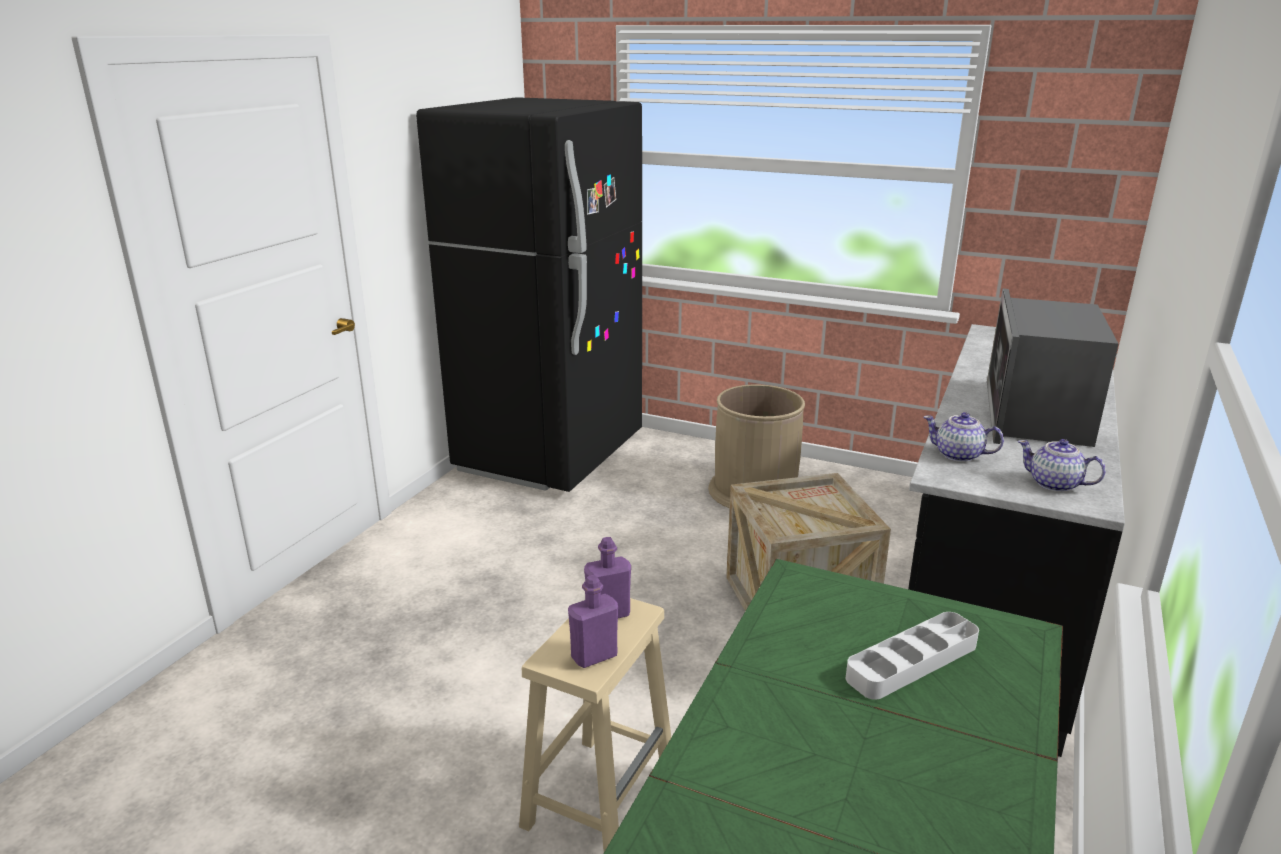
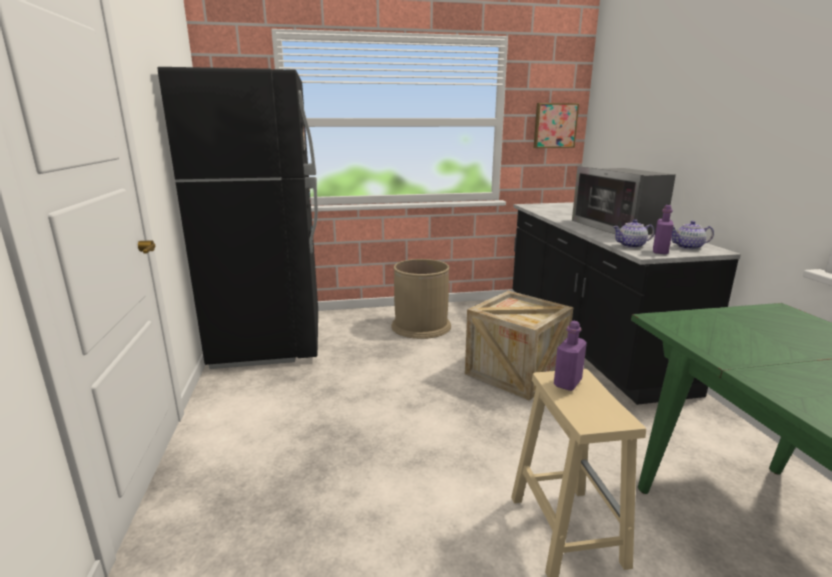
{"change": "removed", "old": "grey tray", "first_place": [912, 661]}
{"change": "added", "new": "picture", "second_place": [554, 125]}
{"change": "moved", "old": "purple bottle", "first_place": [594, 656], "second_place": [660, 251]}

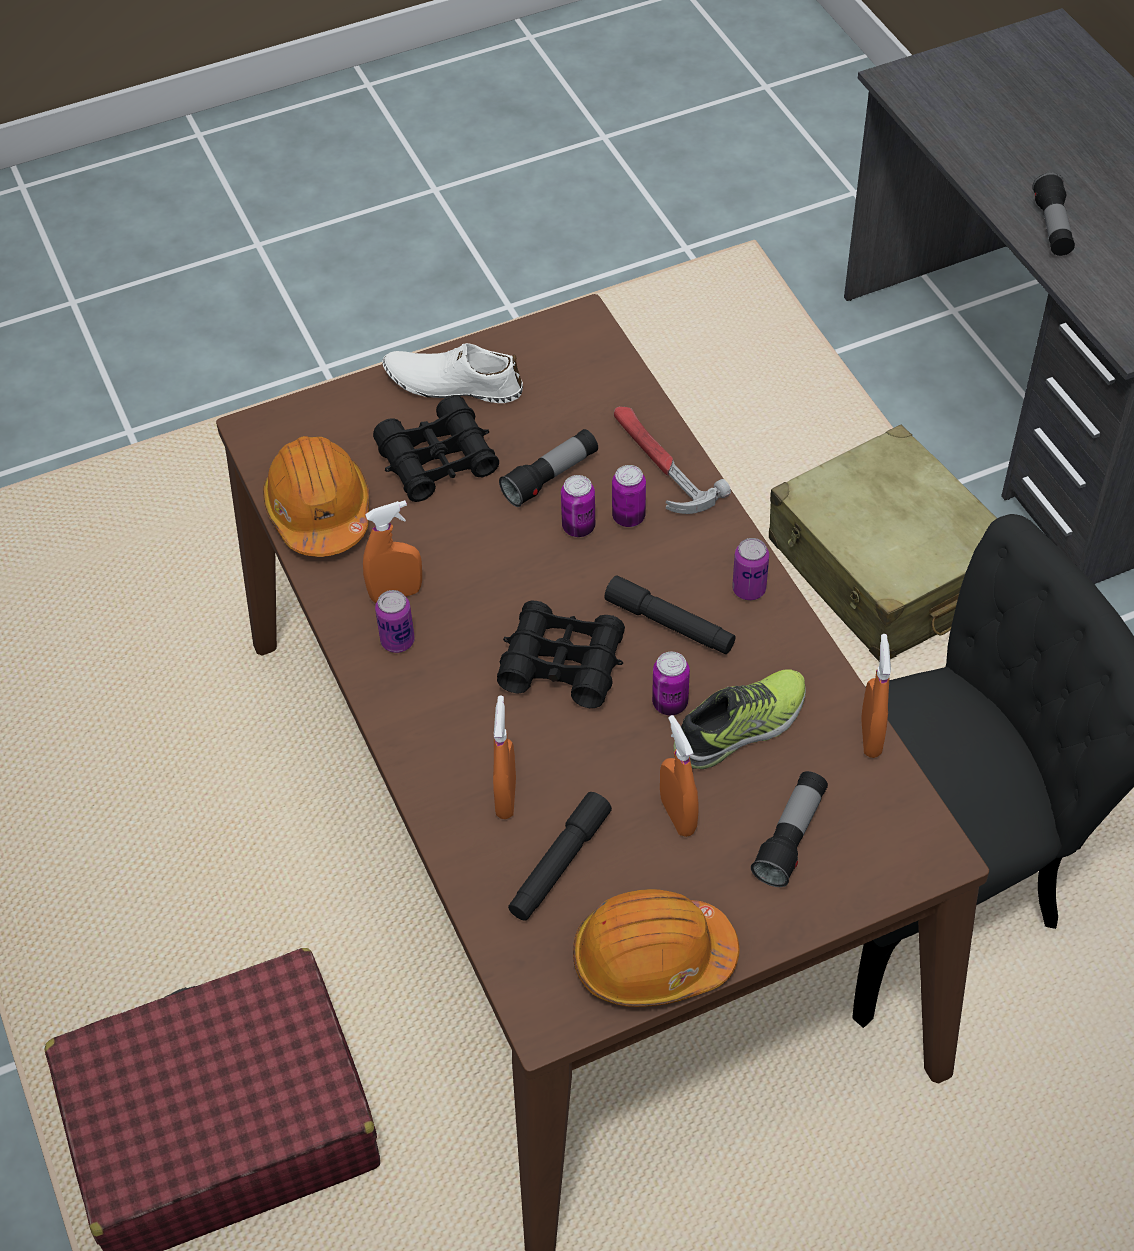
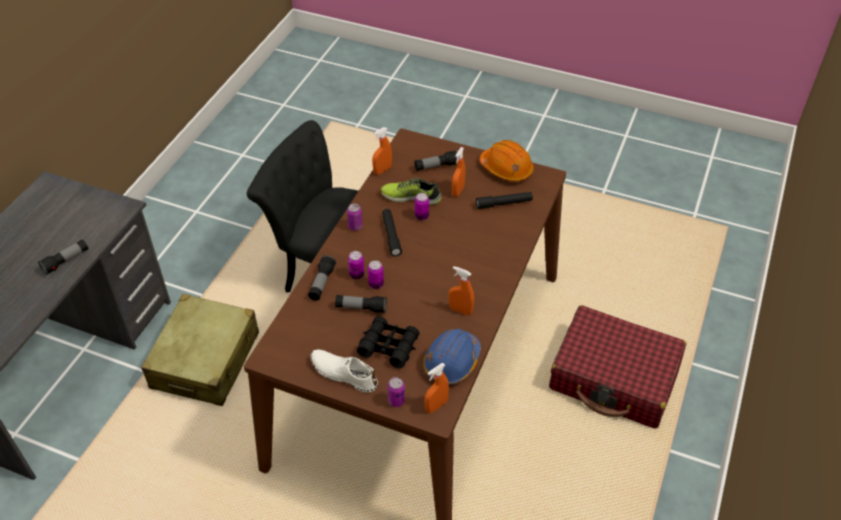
{"change": "removed", "old": "black binoculars", "first_place": [562, 664]}
{"change": "moved", "old": "can", "first_place": [397, 641], "second_place": [396, 401]}
{"change": "moved", "old": "orange spray bottle", "first_place": [506, 797], "second_place": [436, 406]}
{"change": "replaced", "old": "hammer", "new": "flashlight", "first_place": [659, 463], "second_place": [321, 283]}
{"change": "recoloured", "old": "orange hard hat", "new": "blue hard hat", "first_place": [319, 511], "second_place": [452, 362]}
{"change": "turned", "old": "white shoe", "first_place": [453, 383], "second_place": [344, 373], "degrees": 150}

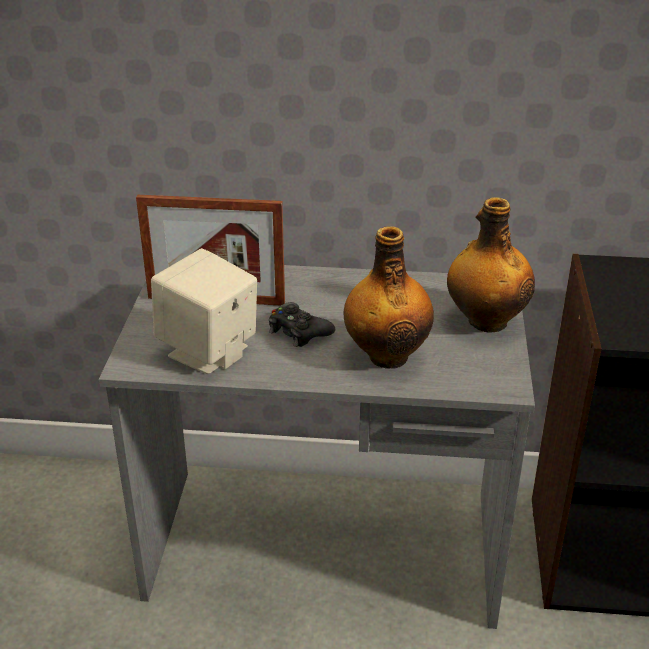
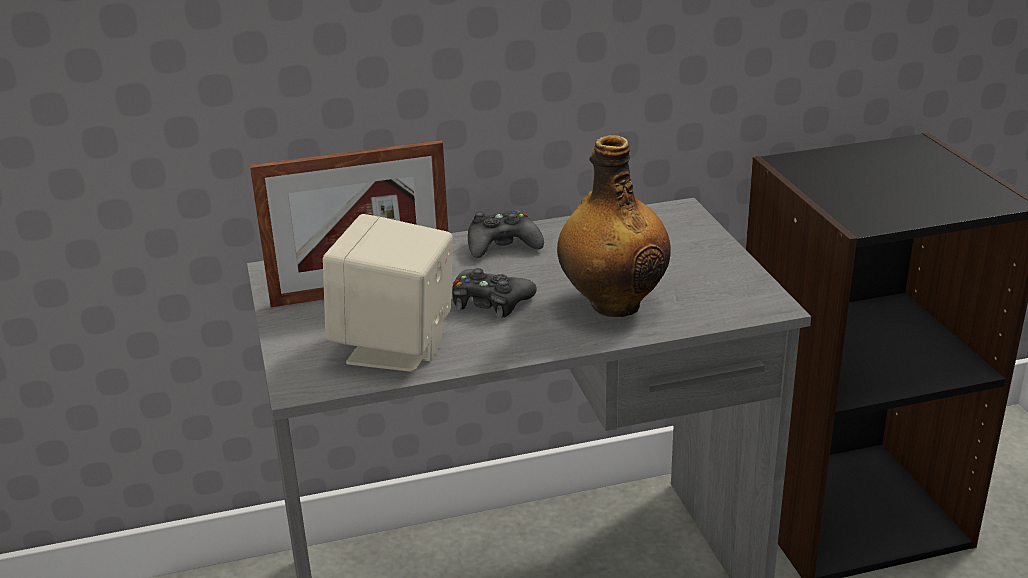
{"change": "removed", "old": "bottle", "first_place": [485, 321]}
{"change": "added", "new": "black game controller", "second_place": [502, 245]}

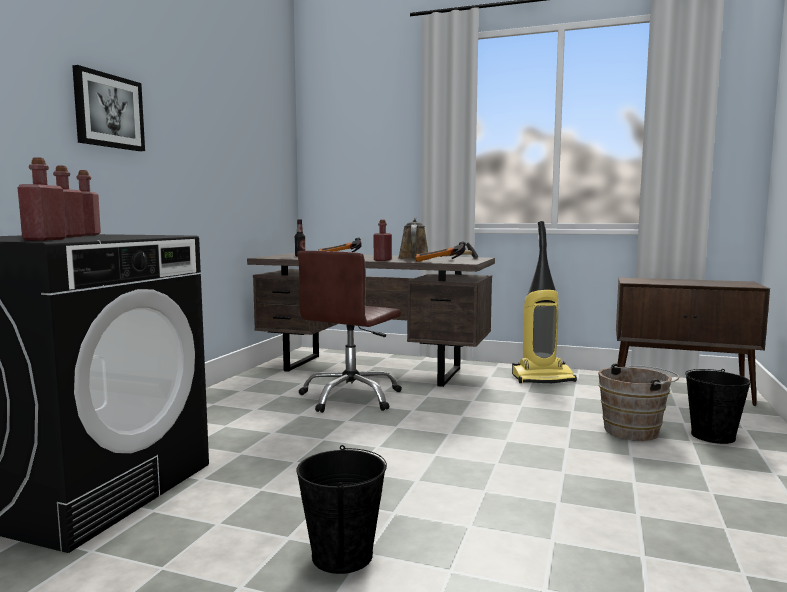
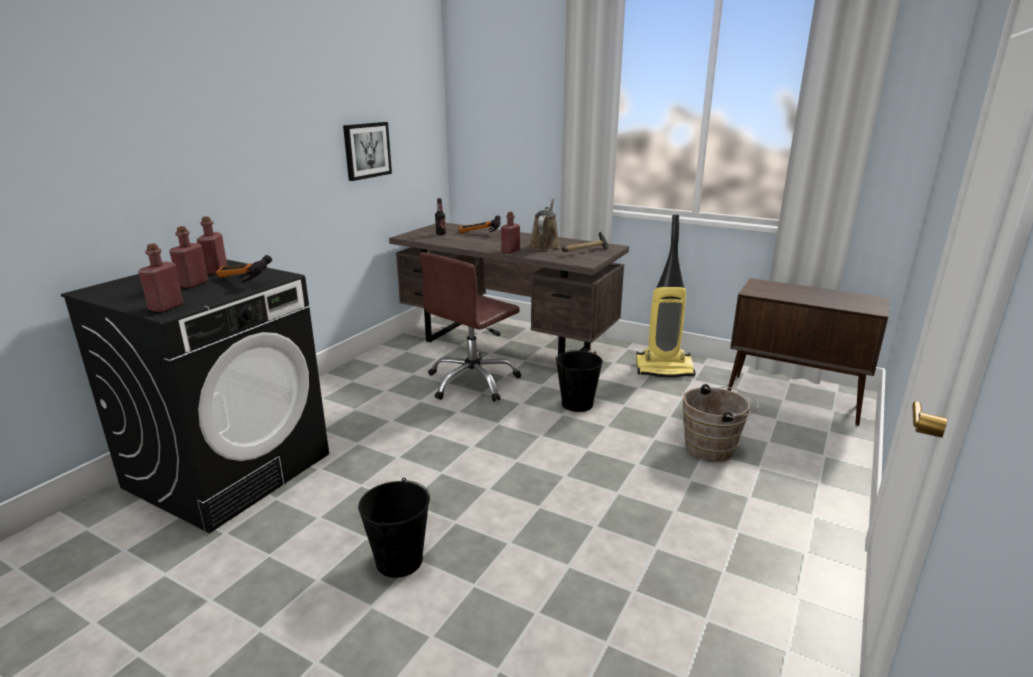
{"change": "moved", "old": "picture", "first_place": [108, 111], "second_place": [366, 150]}
{"change": "moved", "old": "hammer", "first_place": [439, 262], "second_place": [239, 282]}
{"change": "moved", "old": "black bucket", "first_place": [713, 436], "second_place": [577, 404]}

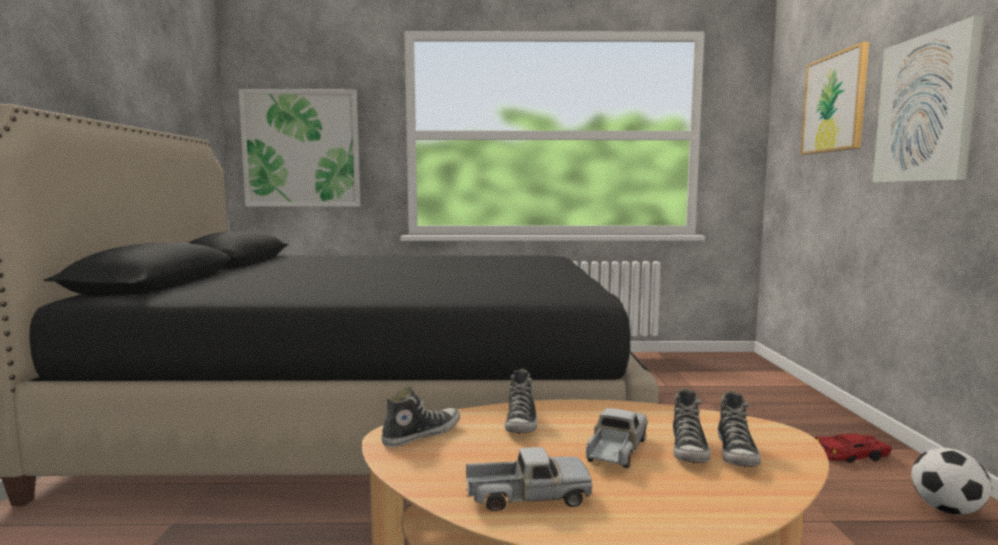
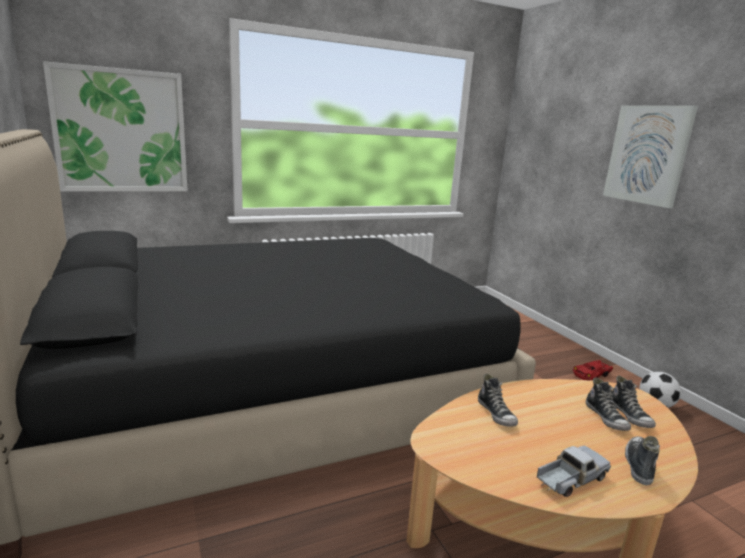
{"change": "removed", "old": "toy truck", "first_place": [615, 450]}
{"change": "removed", "old": "picture", "first_place": [834, 103]}
{"change": "moved", "old": "shoe", "first_place": [421, 434], "second_place": [638, 464]}

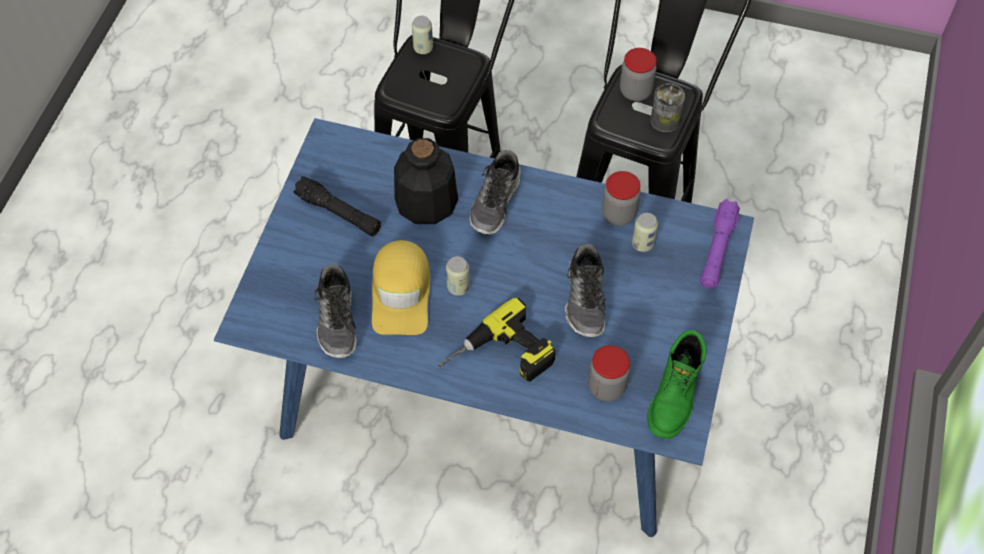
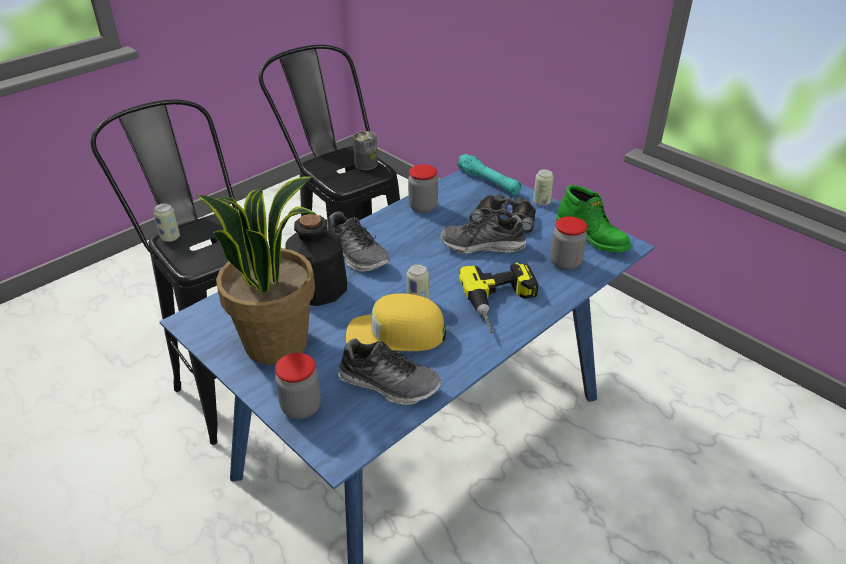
{"change": "added", "new": "black binoculars", "second_place": [504, 218]}
{"change": "moved", "old": "jar", "first_place": [635, 91], "second_place": [301, 407]}
{"change": "moved", "old": "can", "first_place": [642, 244], "second_place": [541, 202]}
{"change": "replaced", "old": "black flashlight", "new": "potted plant", "first_place": [339, 213], "second_place": [277, 342]}
{"change": "recoloured", "old": "purple flashlight", "new": "turquoise flashlight", "first_place": [717, 250], "second_place": [488, 182]}
{"change": "turned", "old": "yellow cap", "first_place": [401, 293], "second_place": [395, 334], "degrees": 150}
{"change": "turned", "old": "shoe", "first_place": [586, 299], "second_place": [482, 245], "degrees": 150}

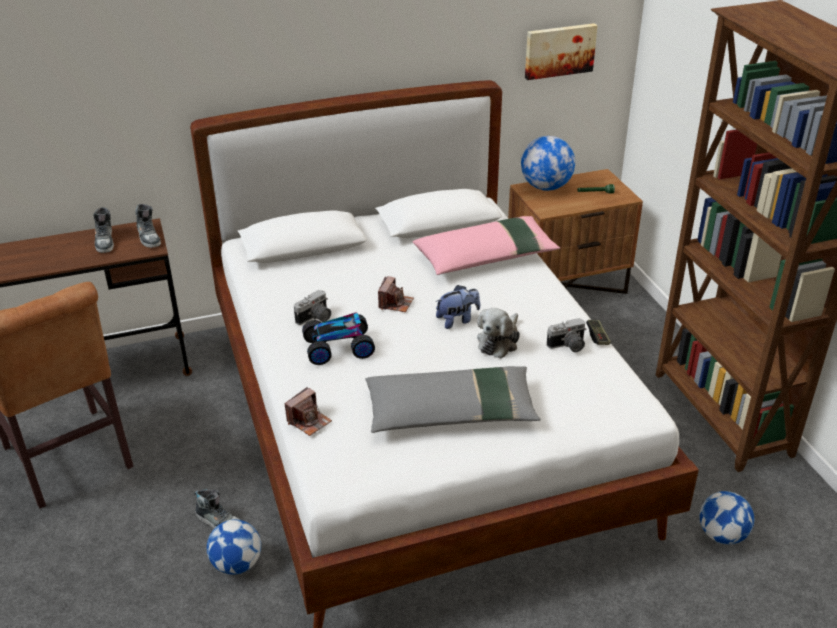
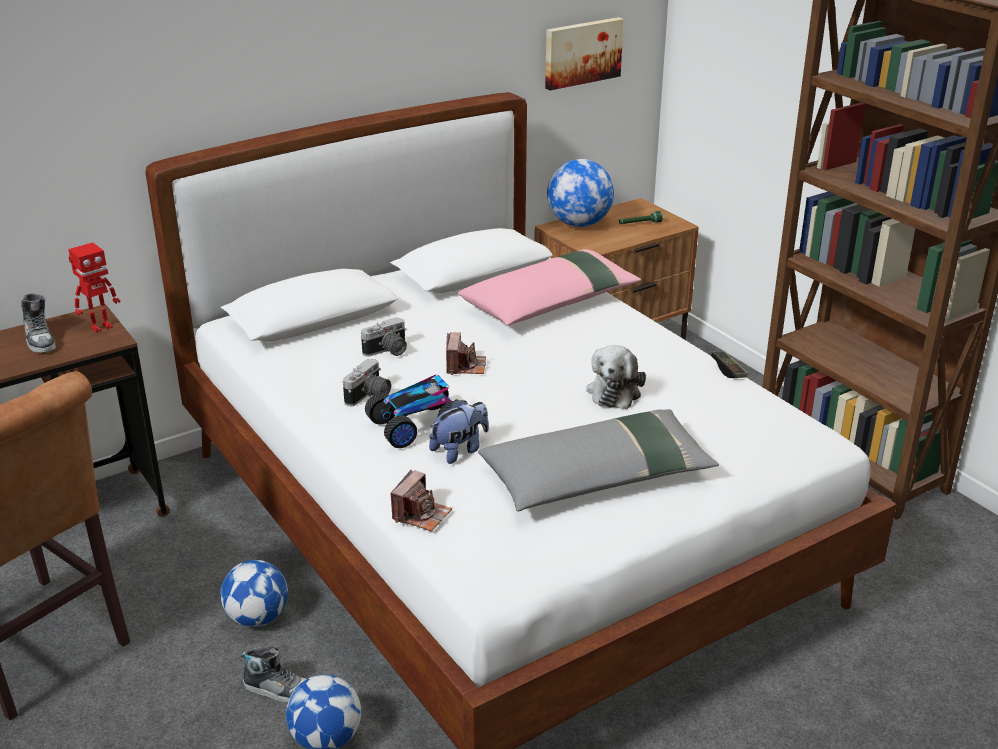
{"change": "moved", "old": "plush toy", "first_place": [457, 320], "second_place": [460, 450]}
{"change": "moved", "old": "photo camera", "first_place": [568, 346], "second_place": [388, 352]}
{"change": "moved", "old": "football", "first_place": [722, 535], "second_place": [257, 618]}
{"change": "replaced", "old": "shoe", "new": "toy robot", "first_place": [148, 237], "second_place": [101, 327]}

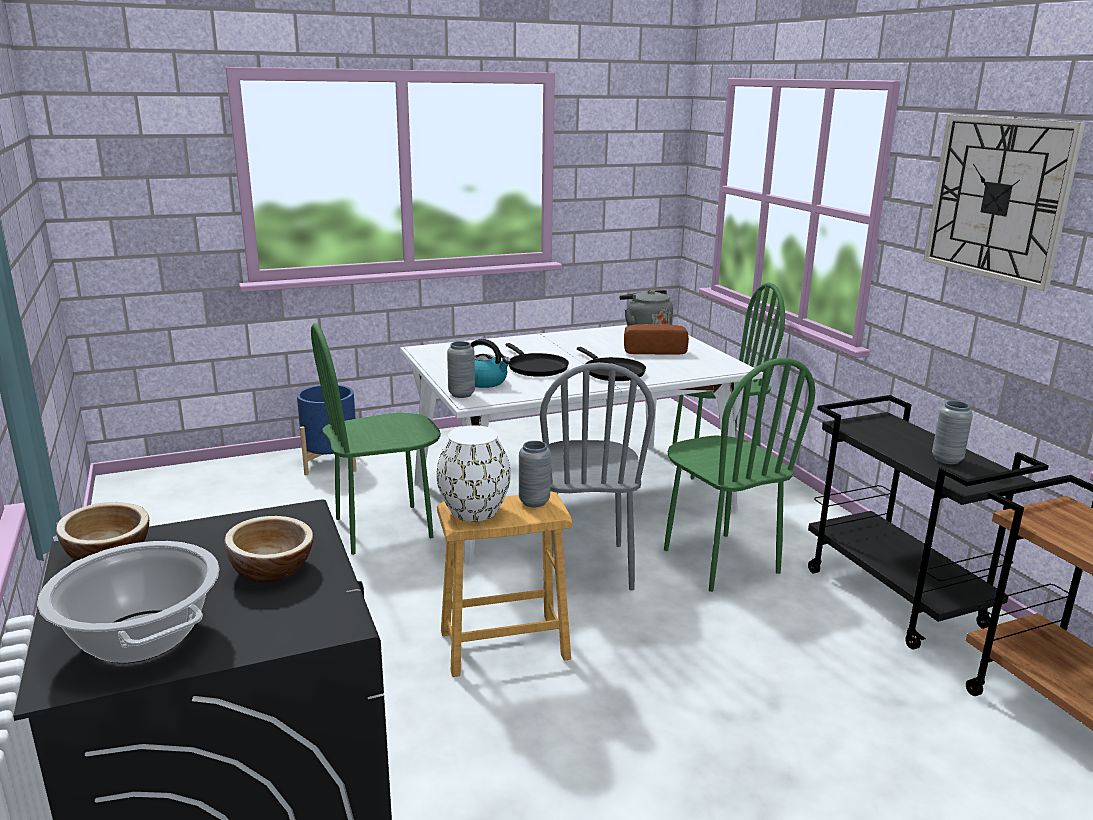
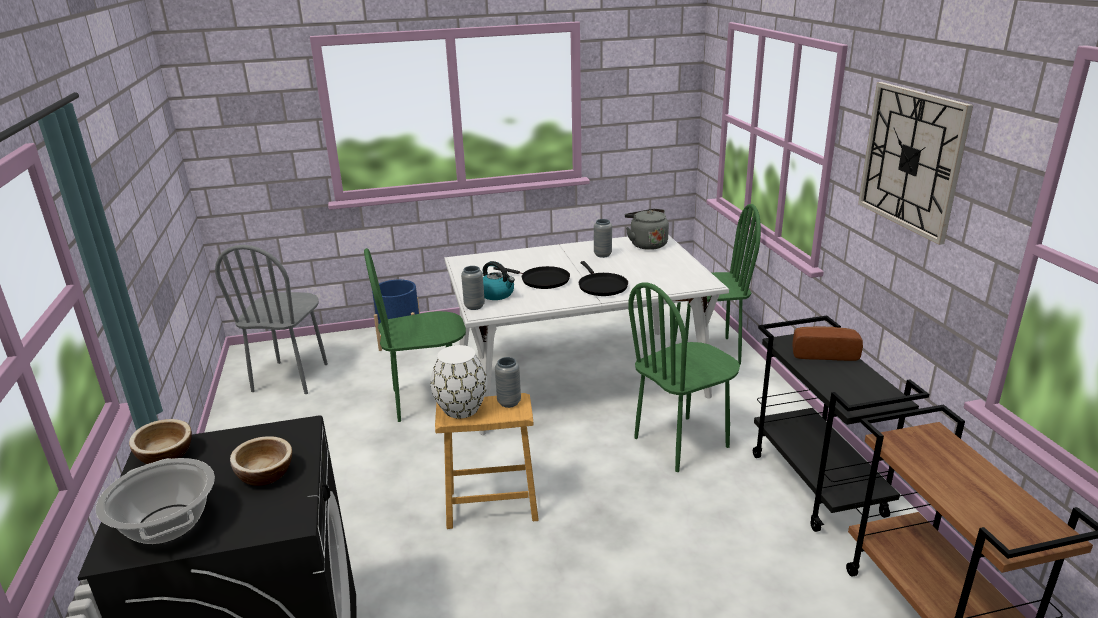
{"change": "moved", "old": "grey chair", "first_place": [586, 567], "second_place": [291, 377]}
{"change": "moved", "old": "bread", "first_place": [653, 350], "second_place": [823, 353]}
{"change": "moved", "old": "grey vase", "first_place": [947, 459], "second_place": [602, 255]}
{"change": "turned", "old": "black frying pan", "first_place": [535, 367], "second_place": [542, 280], "degrees": -45}
{"change": "turned", "old": "green chair", "first_place": [719, 561], "second_place": [681, 443], "degrees": 75}

